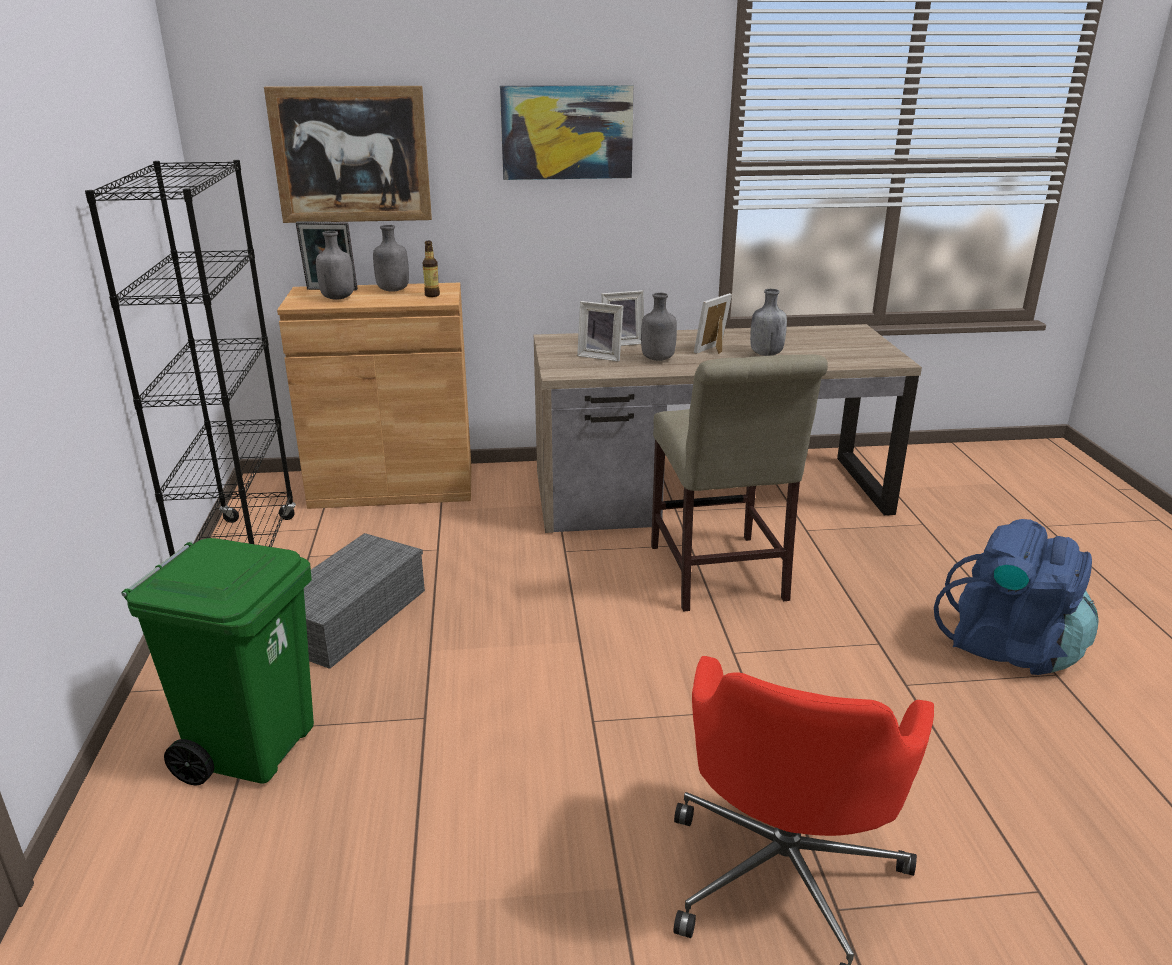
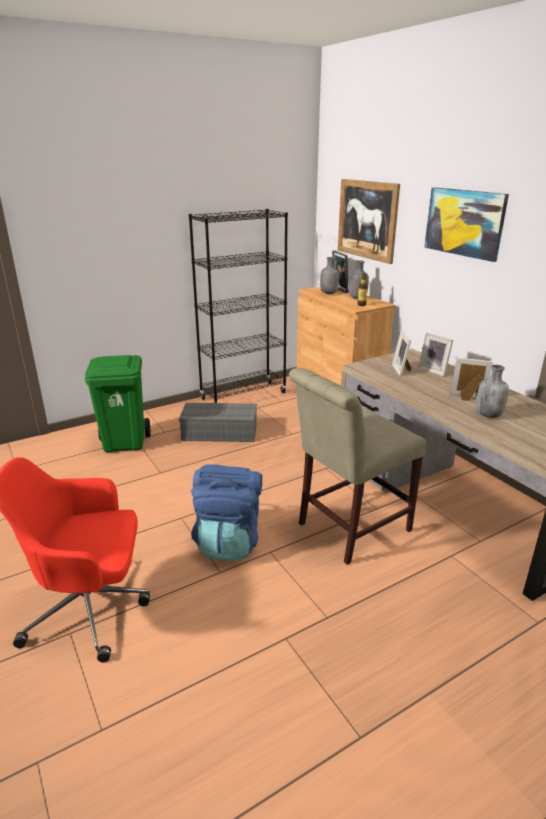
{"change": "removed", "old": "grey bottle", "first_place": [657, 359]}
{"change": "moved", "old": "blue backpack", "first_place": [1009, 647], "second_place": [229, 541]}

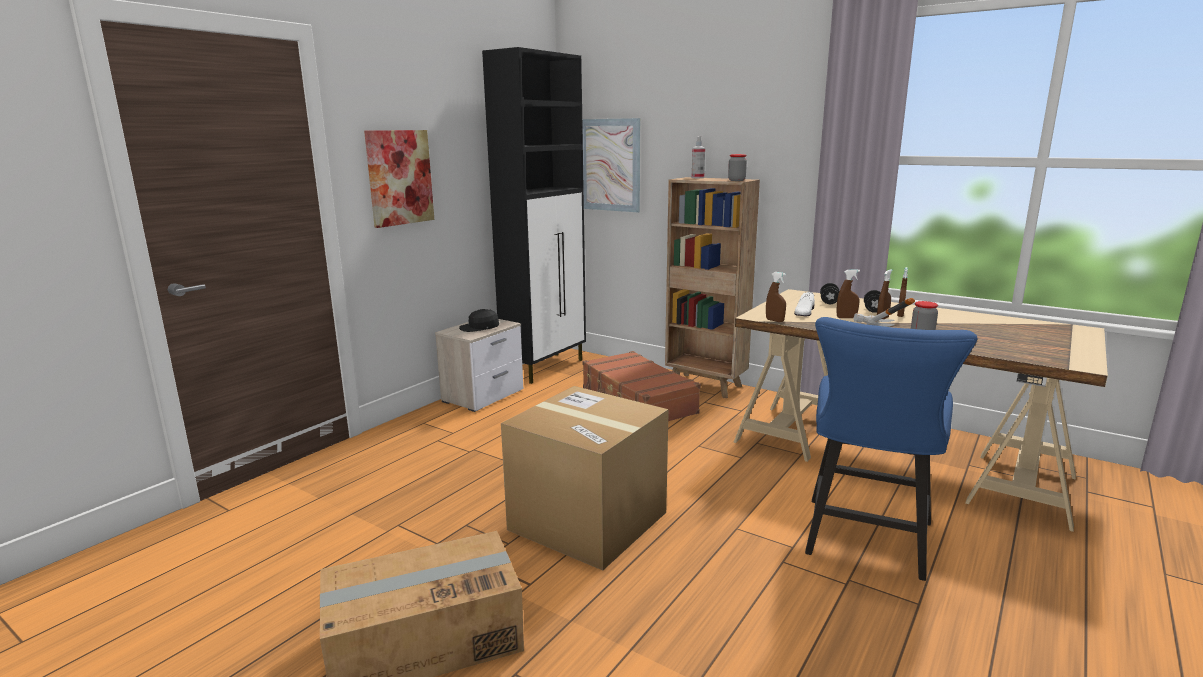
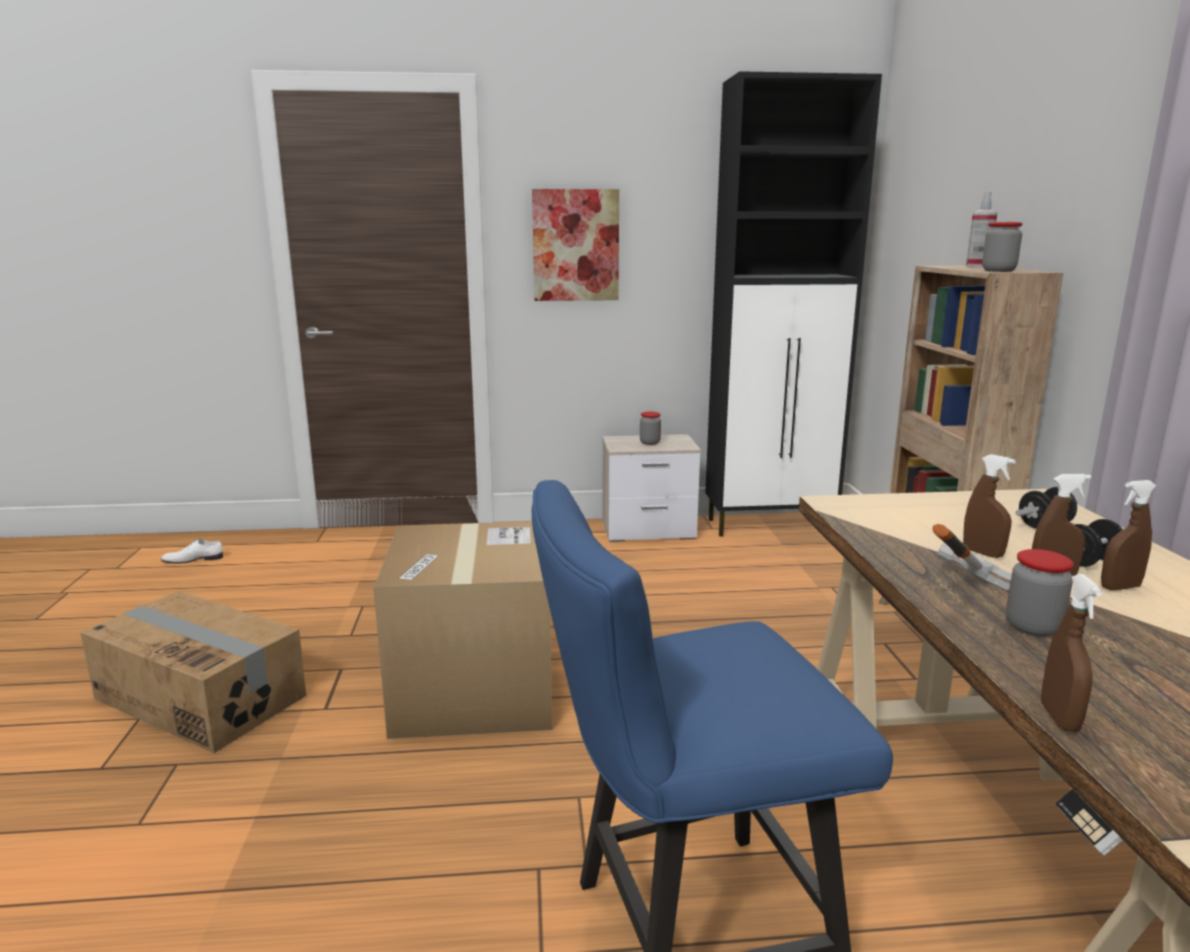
{"change": "removed", "old": "picture", "first_place": [610, 165]}
{"change": "removed", "old": "brown suitcase", "first_place": [637, 401]}
{"change": "moved", "old": "brown spray bottle", "first_place": [774, 320], "second_place": [1059, 718]}
{"change": "moved", "old": "white shoe", "first_place": [804, 312], "second_place": [193, 559]}
{"change": "replaced", "old": "black cap", "new": "jar", "first_place": [479, 327], "second_place": [650, 442]}

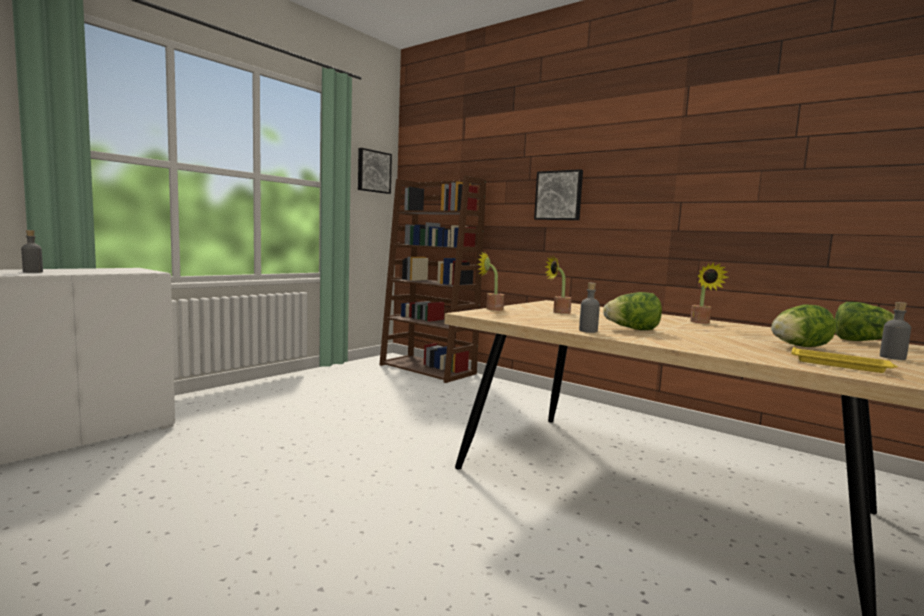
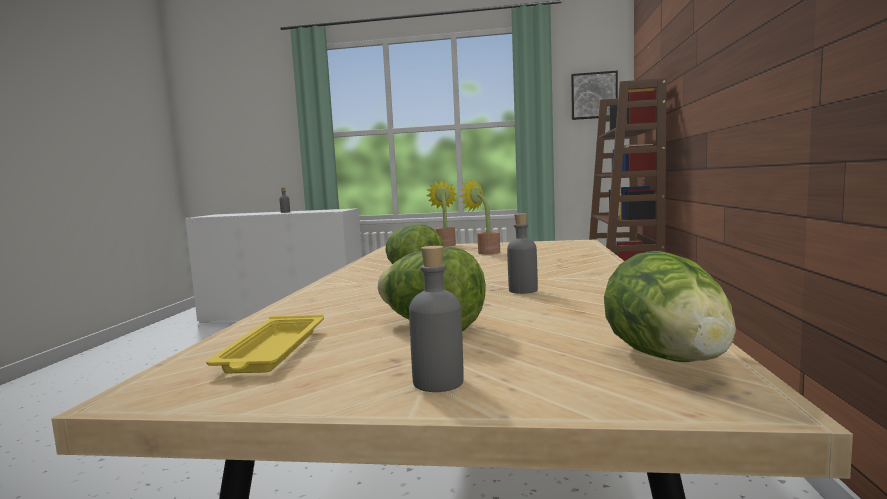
{"change": "removed", "old": "picture", "first_place": [559, 195]}
{"change": "removed", "old": "potted plant", "first_place": [701, 322]}
{"change": "moved", "old": "grey bottle", "first_place": [588, 331], "second_place": [523, 290]}

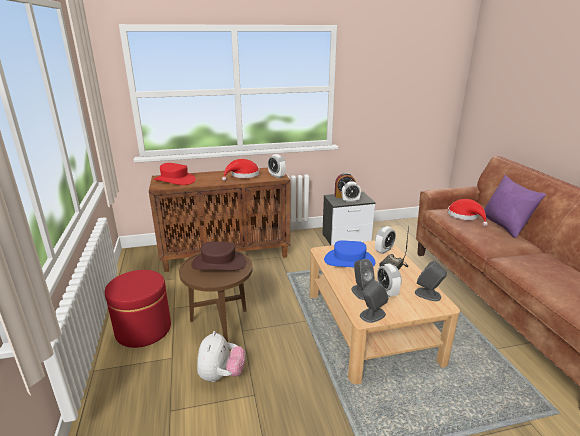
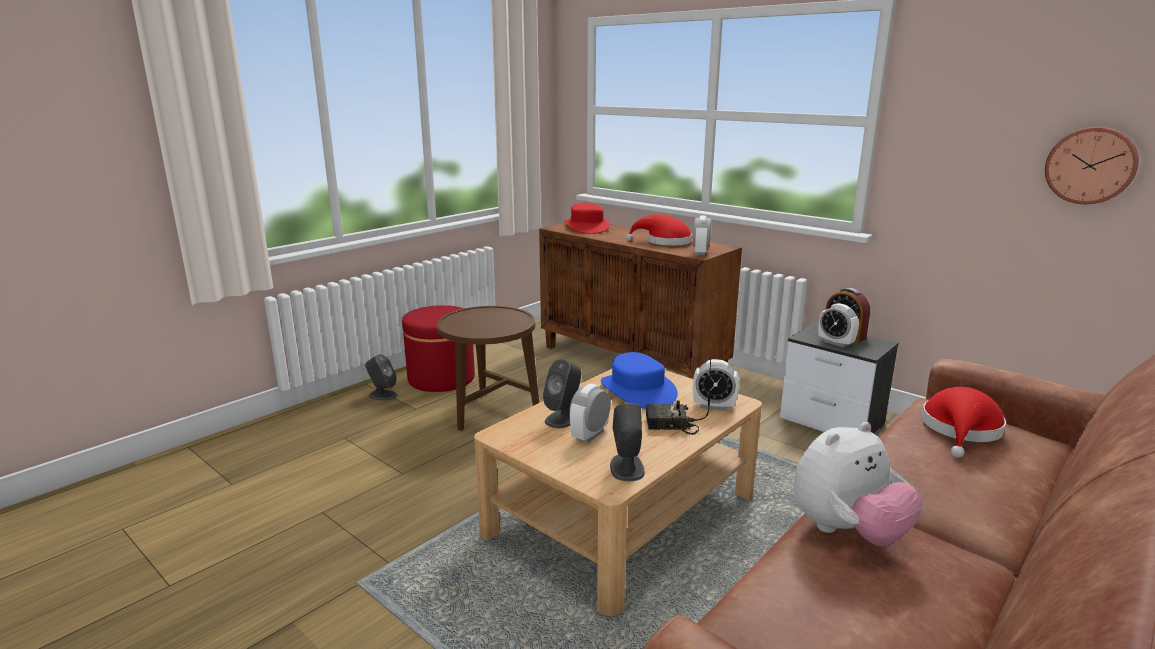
{"change": "removed", "old": "brown hat", "first_place": [219, 263]}
{"change": "removed", "old": "purple pillow", "first_place": [505, 226]}
{"change": "added", "new": "wall clock", "second_place": [1091, 165]}
{"change": "moved", "old": "plush toy", "first_place": [221, 375], "second_place": [847, 532]}
{"change": "moved", "old": "grey speaker", "first_place": [372, 315], "second_place": [382, 395]}

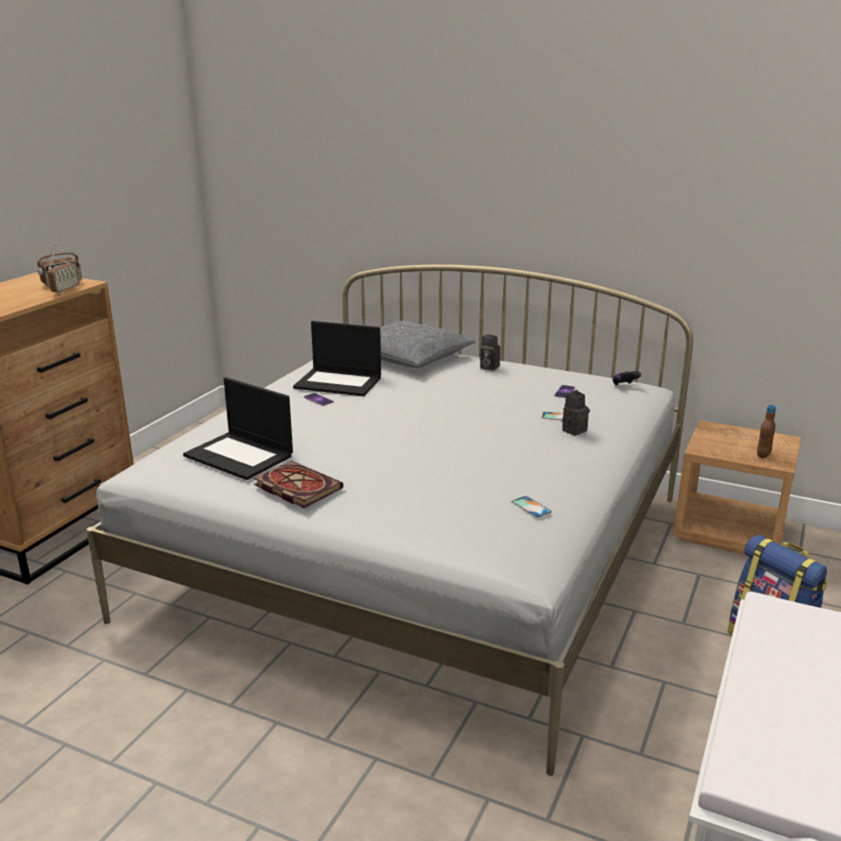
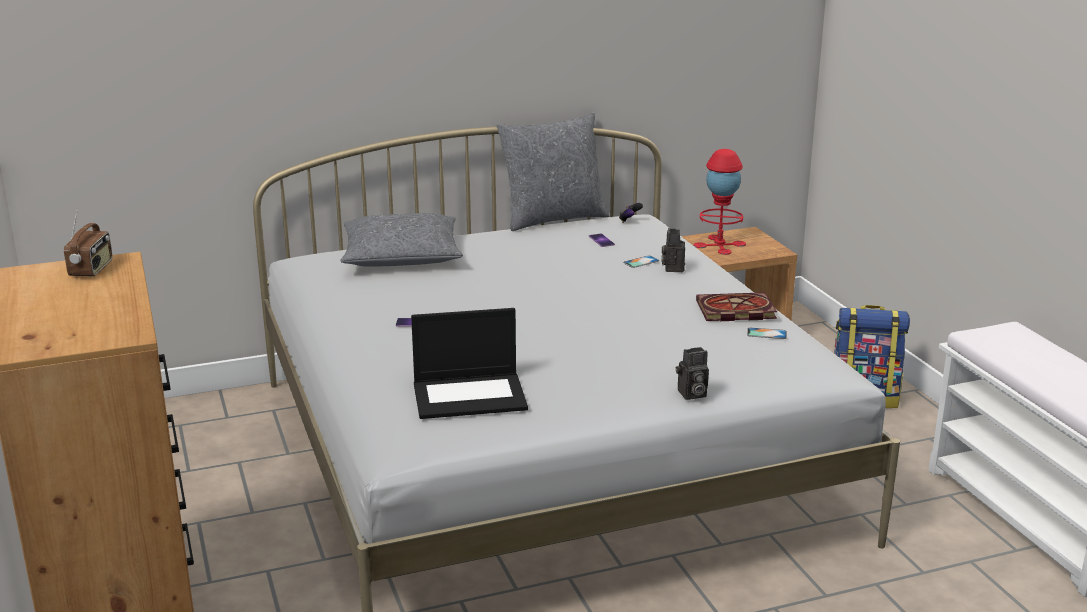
{"change": "removed", "old": "radio", "first_place": [65, 290]}
{"change": "removed", "old": "laptop", "first_place": [339, 382]}
{"change": "removed", "old": "brown bottle", "first_place": [763, 455]}
{"change": "added", "new": "grey pillow", "second_place": [553, 218]}
{"change": "added", "new": "red table lamp", "second_place": [719, 245]}
{"change": "moved", "old": "book", "first_place": [295, 487], "second_place": [734, 311]}
{"change": "moved", "old": "photo camera", "first_place": [488, 367], "second_place": [691, 394]}

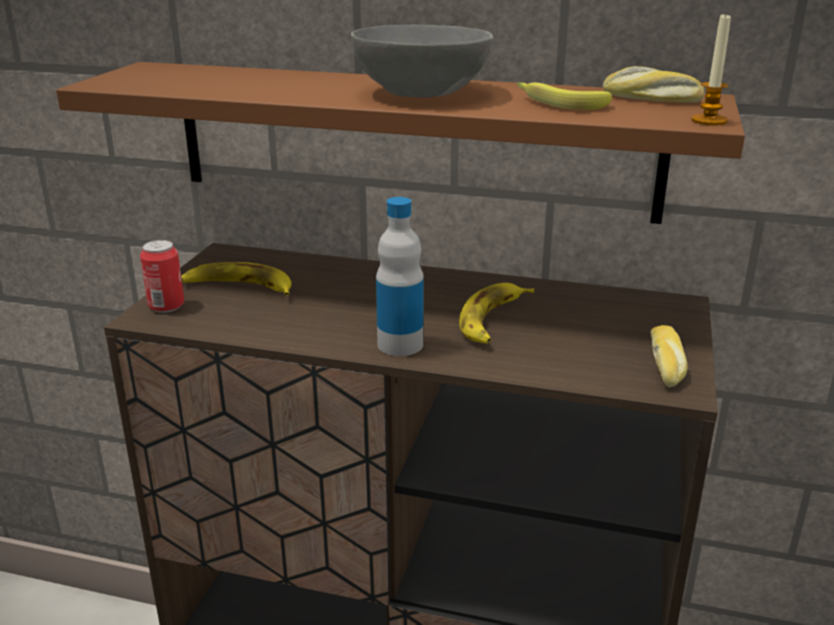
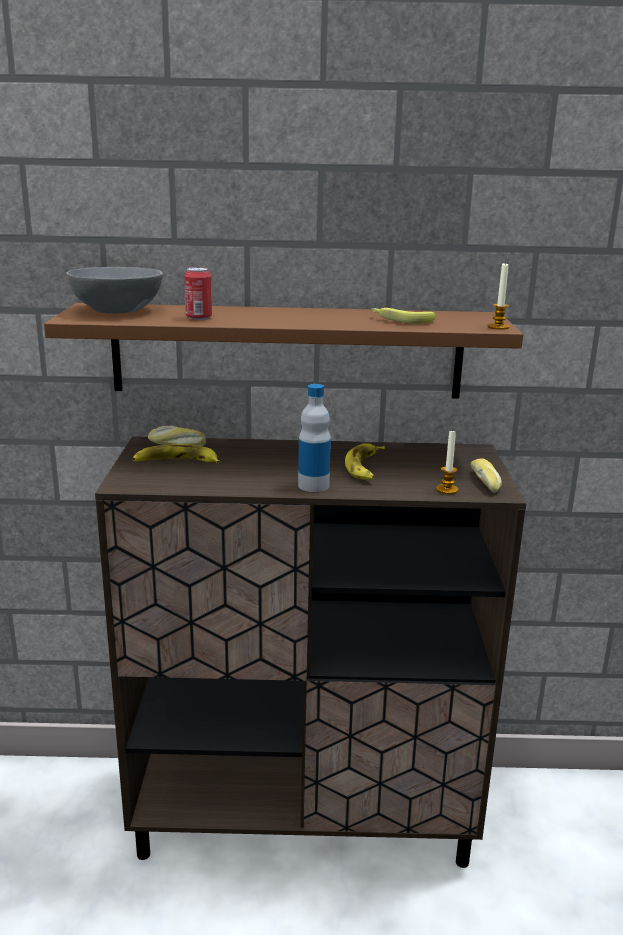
{"change": "added", "new": "candle", "second_place": [447, 490]}
{"change": "moved", "old": "can", "first_place": [166, 306], "second_place": [199, 317]}
{"change": "moved", "old": "grey bowl", "first_place": [421, 93], "second_place": [117, 311]}
{"change": "moved", "old": "bread", "first_place": [650, 99], "second_place": [176, 444]}

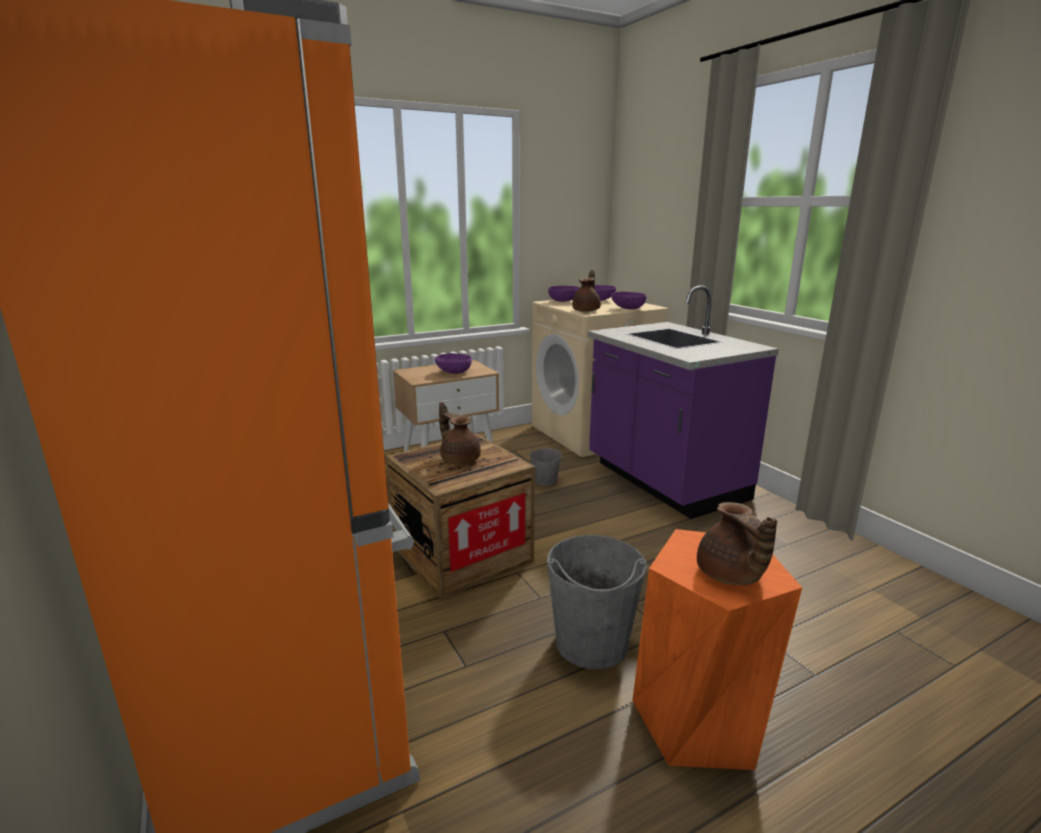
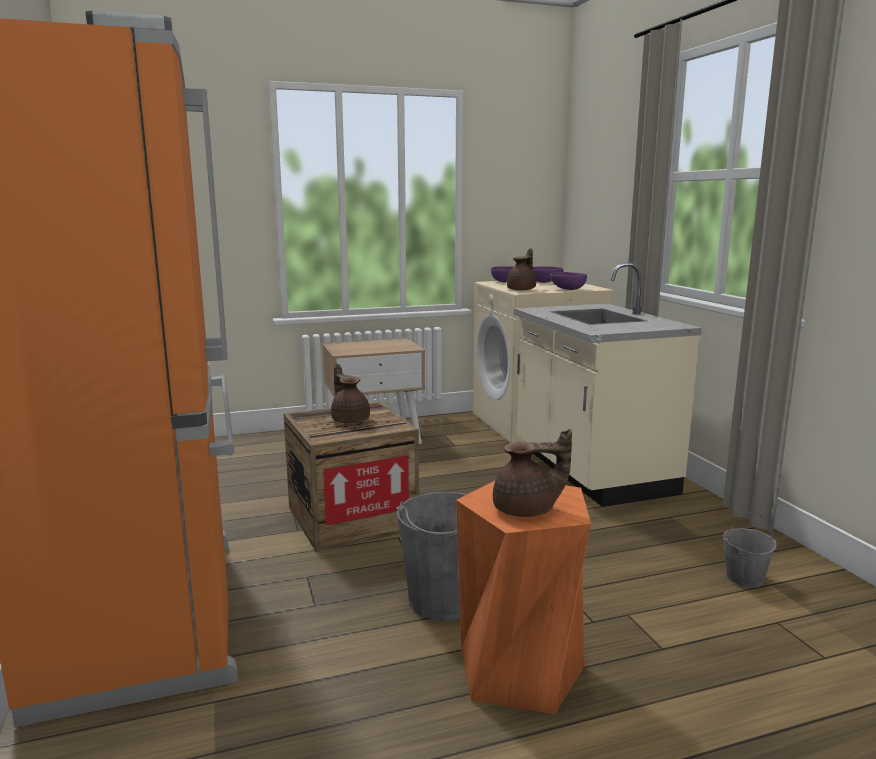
{"change": "removed", "old": "purple bowl", "first_place": [453, 372]}
{"change": "moved", "old": "grey bucket", "first_place": [545, 480], "second_place": [744, 578]}
{"change": "recoloured", "old": "purple counter", "new": "beige counter", "first_place": [664, 481], "second_place": [590, 472]}
{"change": "turned", "old": "brown teapot", "first_place": [730, 576], "second_place": [527, 510], "degrees": -90}

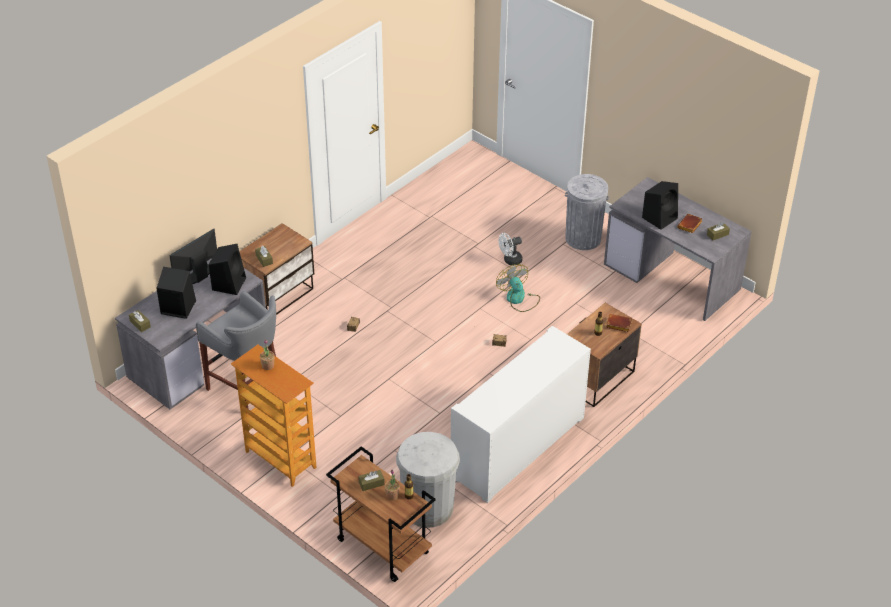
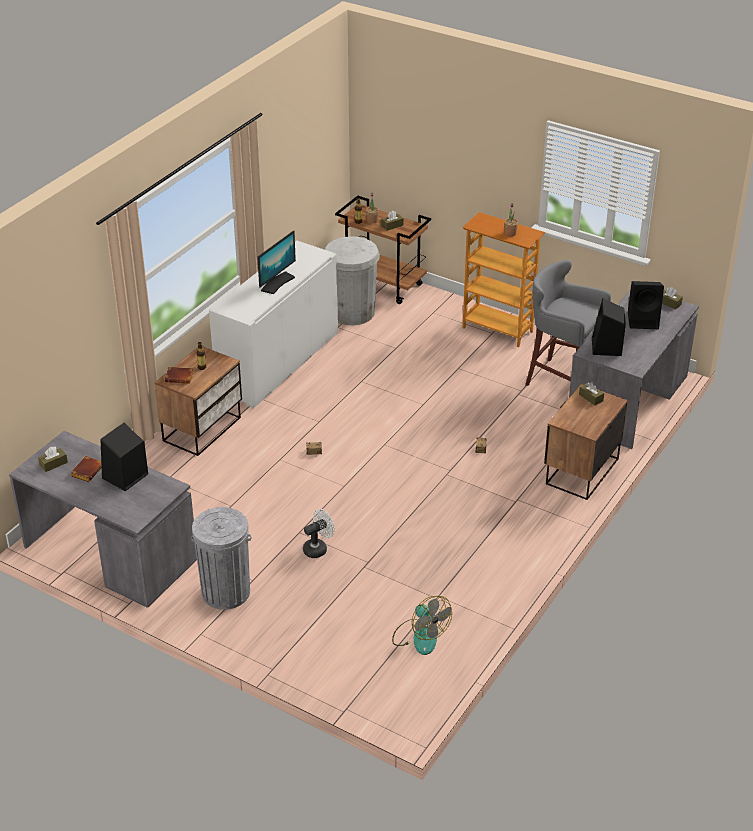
{"change": "moved", "old": "monitor", "first_place": [197, 276], "second_place": [277, 283]}
{"change": "moved", "old": "fan", "first_place": [518, 299], "second_place": [420, 636]}

